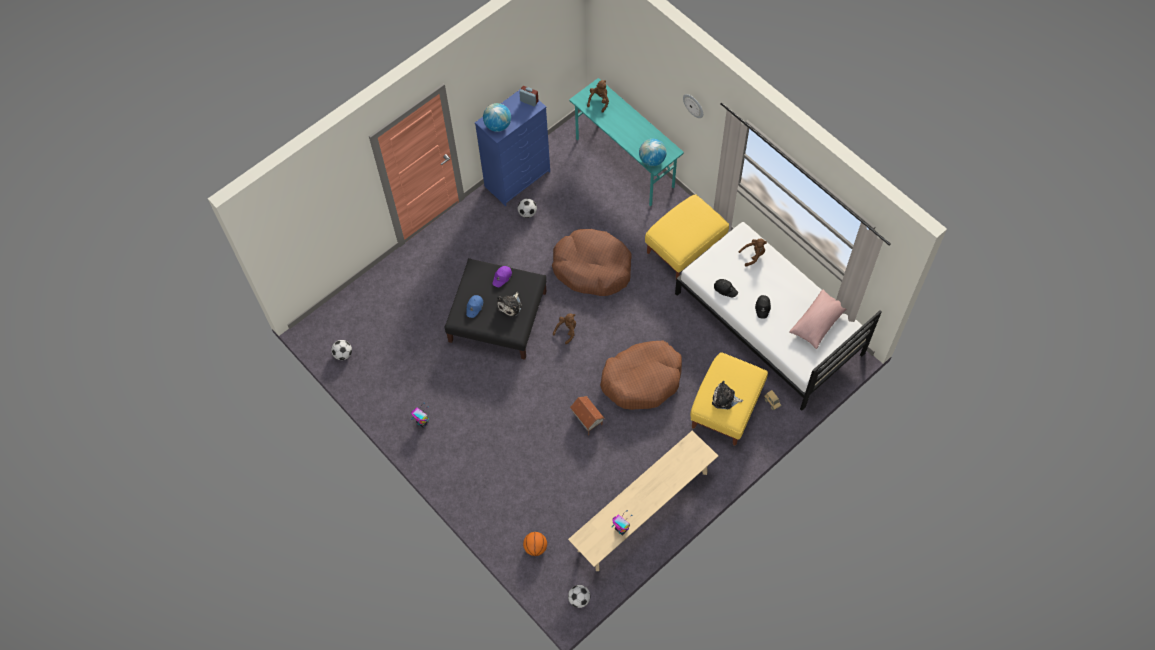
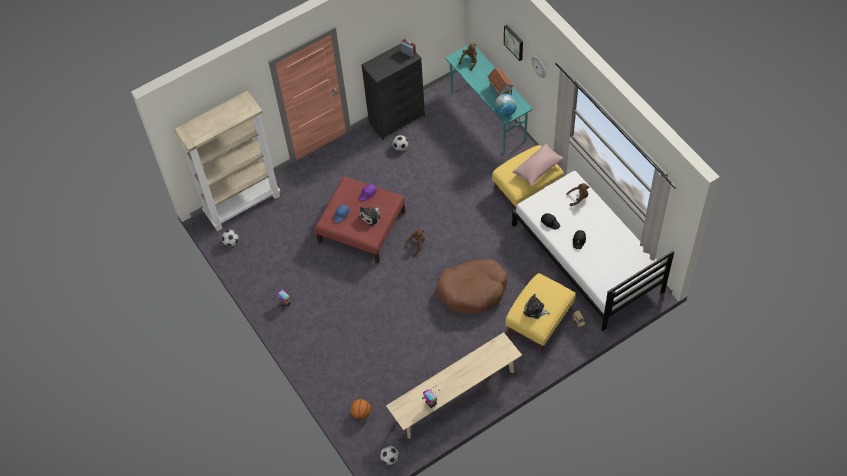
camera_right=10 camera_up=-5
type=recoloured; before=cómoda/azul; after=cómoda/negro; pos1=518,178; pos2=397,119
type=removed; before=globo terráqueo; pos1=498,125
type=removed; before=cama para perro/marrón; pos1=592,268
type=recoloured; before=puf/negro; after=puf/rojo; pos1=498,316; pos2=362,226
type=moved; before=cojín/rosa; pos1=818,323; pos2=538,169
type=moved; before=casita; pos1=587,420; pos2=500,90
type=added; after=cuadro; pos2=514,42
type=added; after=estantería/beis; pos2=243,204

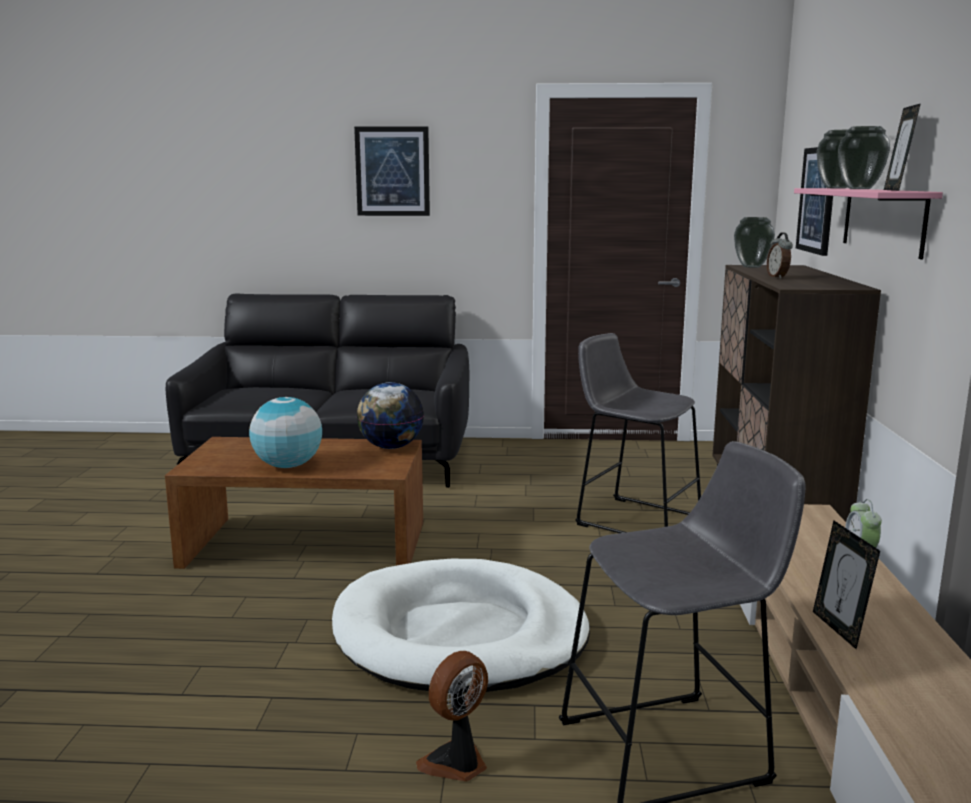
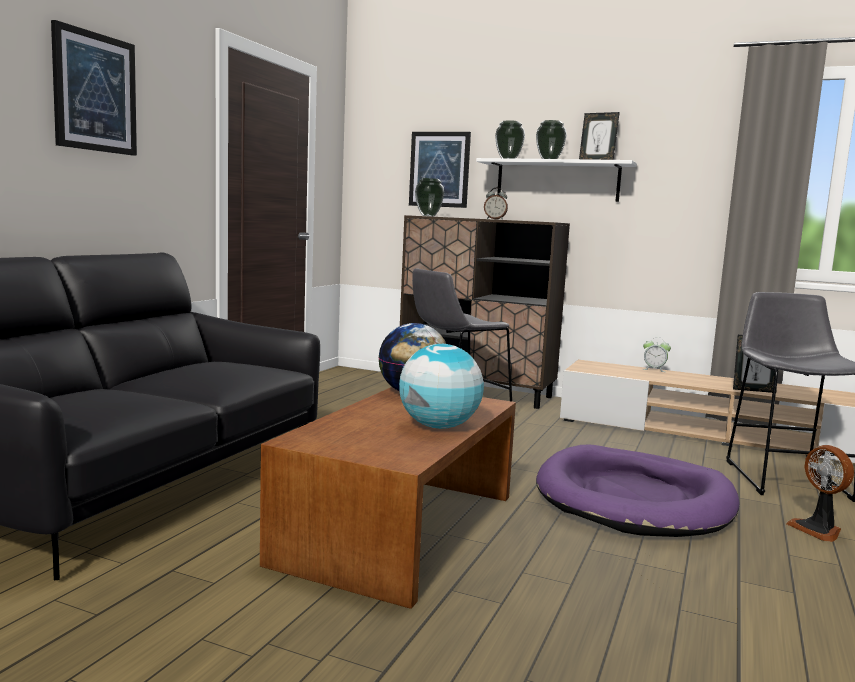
camera_right=-70 camera_up=-5
type=recoloured; before=estante/rosa; after=estante/blanco; pos1=883,220; pos2=557,181
type=recoloured; before=cama para perro/blanco; after=cama para perro/morado; pos1=460,634; pos2=634,499

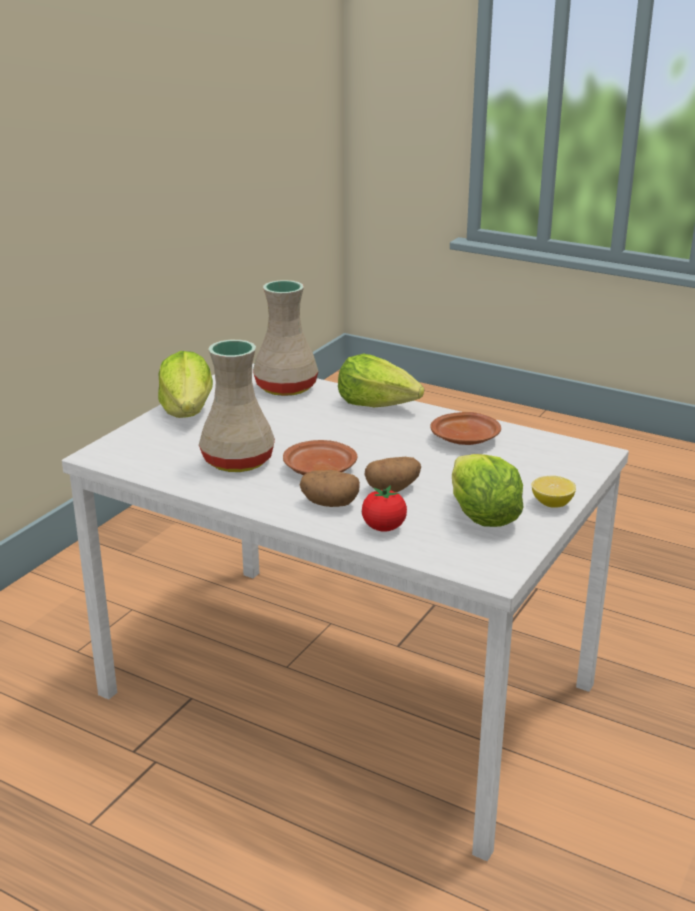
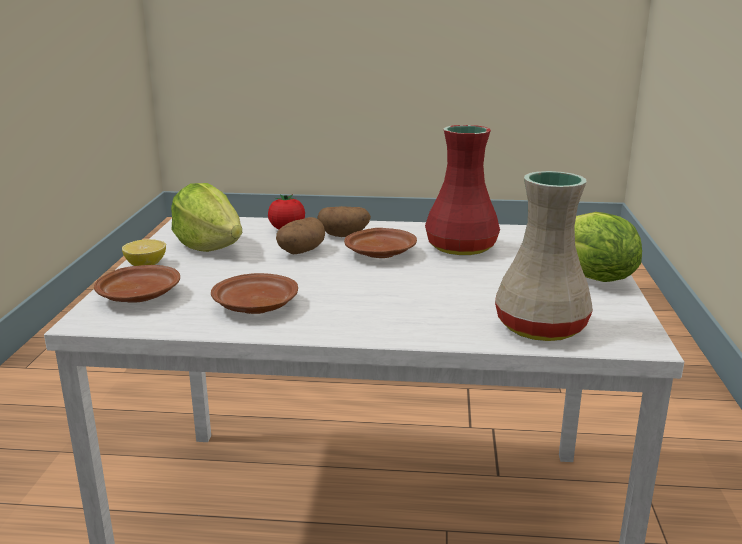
camera_right=155 camera_up=-5
type=recoloured; before=florero/beis; after=florero/rojo; pos1=238,462; pos2=459,247
type=removed; before=lechuga; pos1=378,404
type=added; after=plato/marrón; pos2=140,296

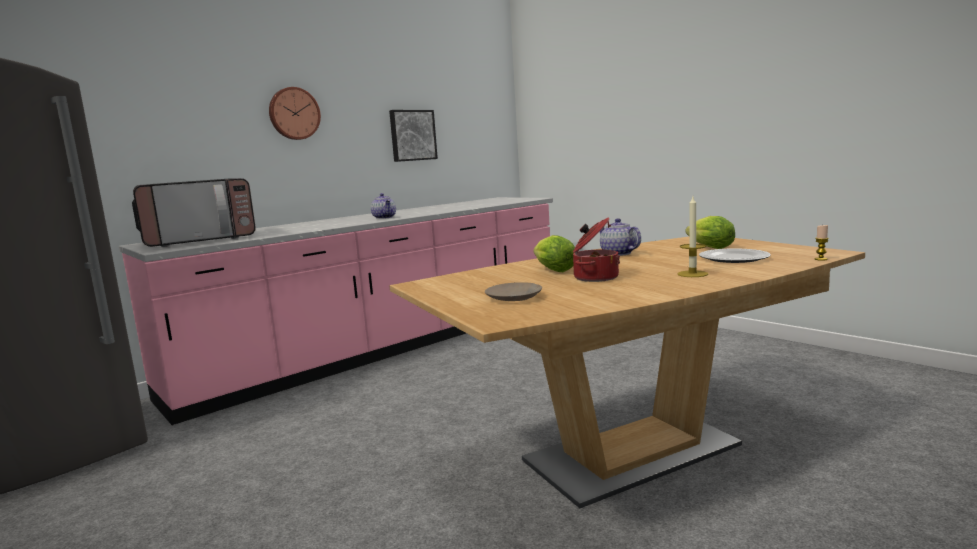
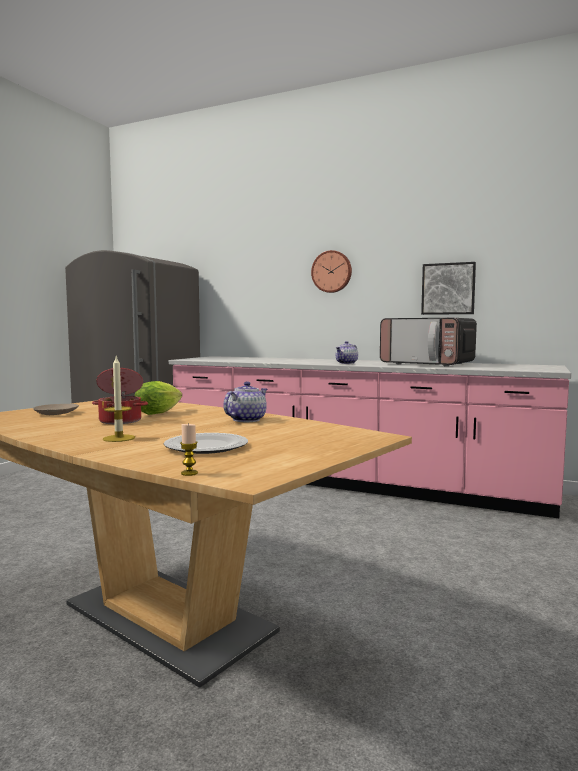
camera_right=65 camera_up=-5
type=moved; before=microondas; pos1=200,240; pos2=428,364
type=removed; before=lechuga; pos1=708,247

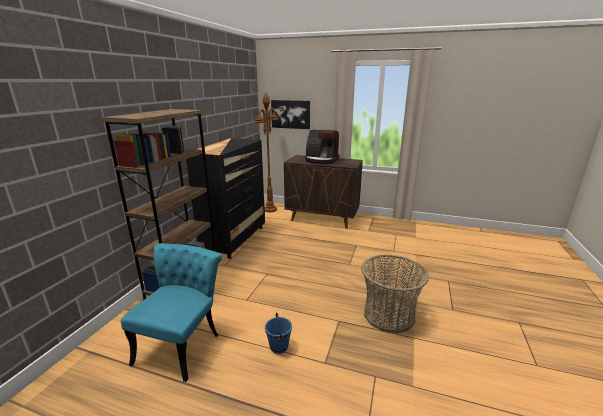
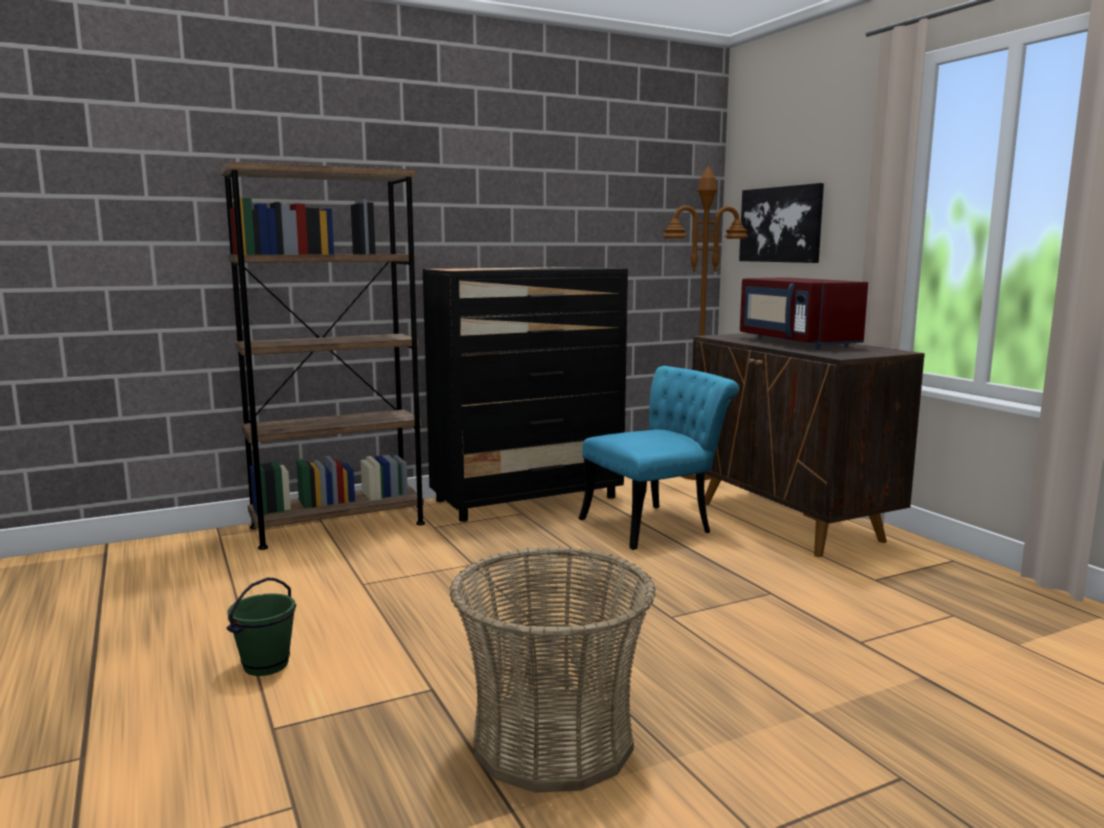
camera_right=45 camera_up=-10
type=replaced; before=cafetera; after=microondas/rojo; pos1=321,160; pos2=795,342
type=moved; before=silla/turquesa; pos1=183,343; pos2=656,524
type=recoloured; before=cubo/azul; after=cubo/verde; pos1=278,347; pos2=265,665

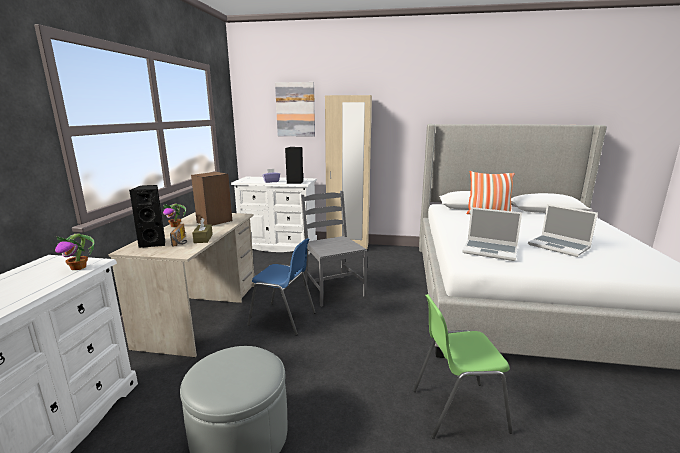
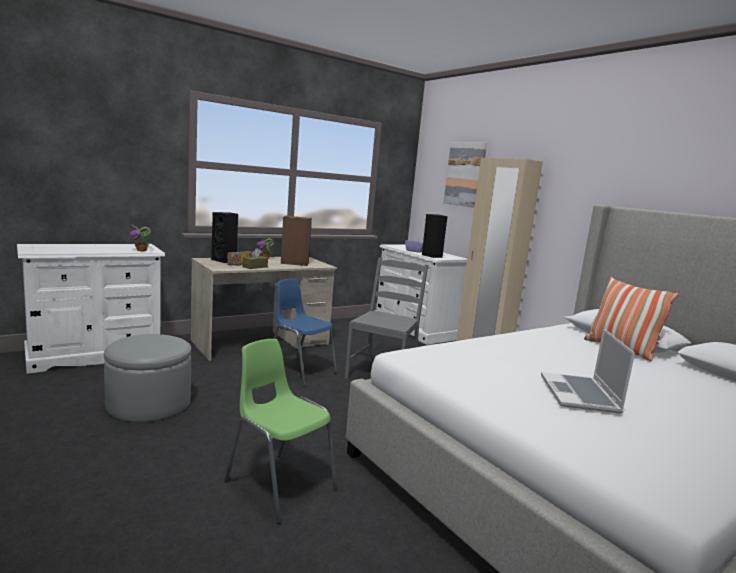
camera_right=45 camera_up=-5
type=removed; before=portátil; pos1=490,251
type=turned; before=silla/azul; pos1=283,319; pos2=300,371; turn=150

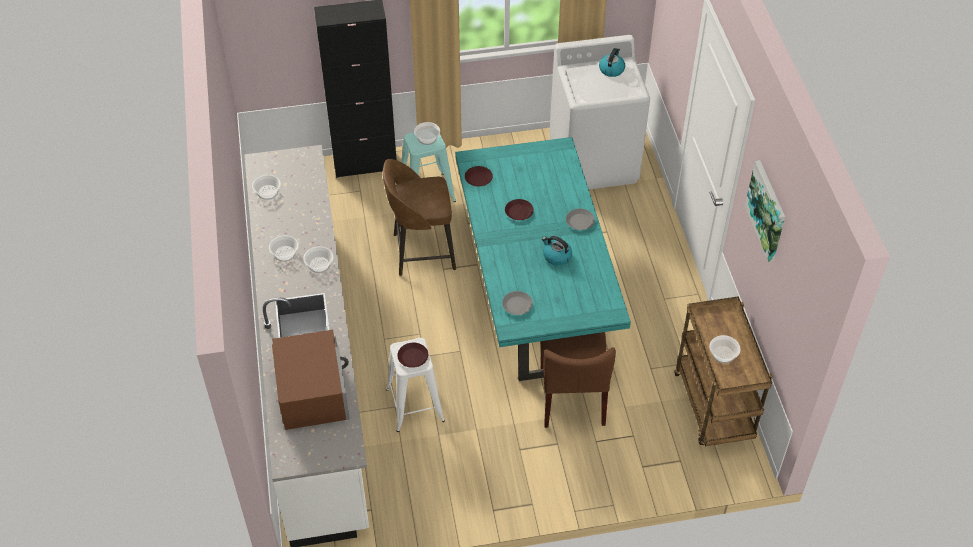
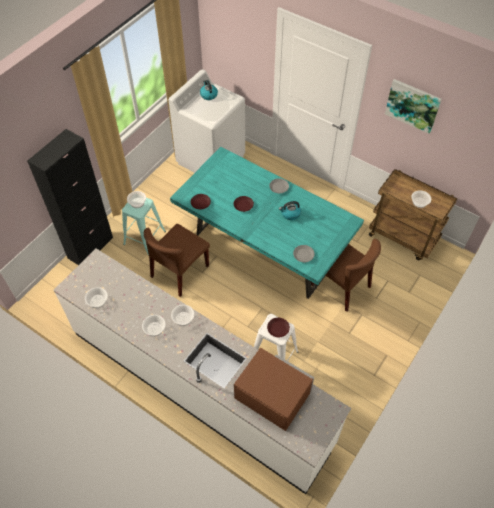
camera_right=-45 camera_up=5
type=replaced; before=taburete/marrón; after=silla/marrón; pos1=421,251; pos2=180,272

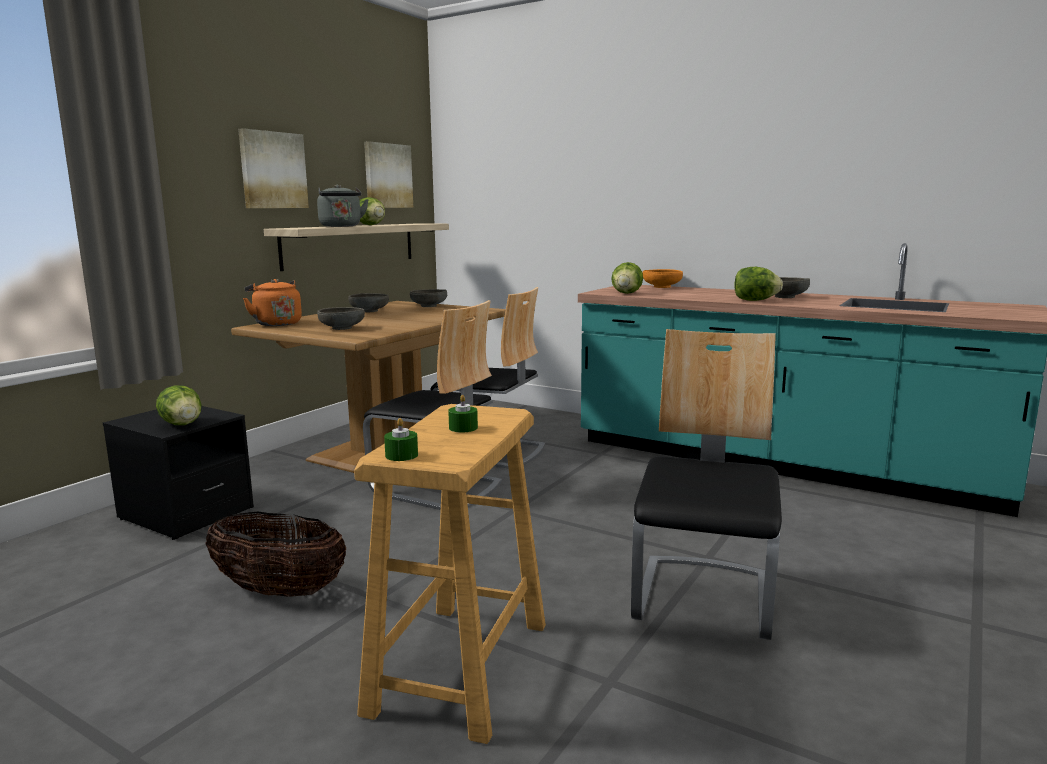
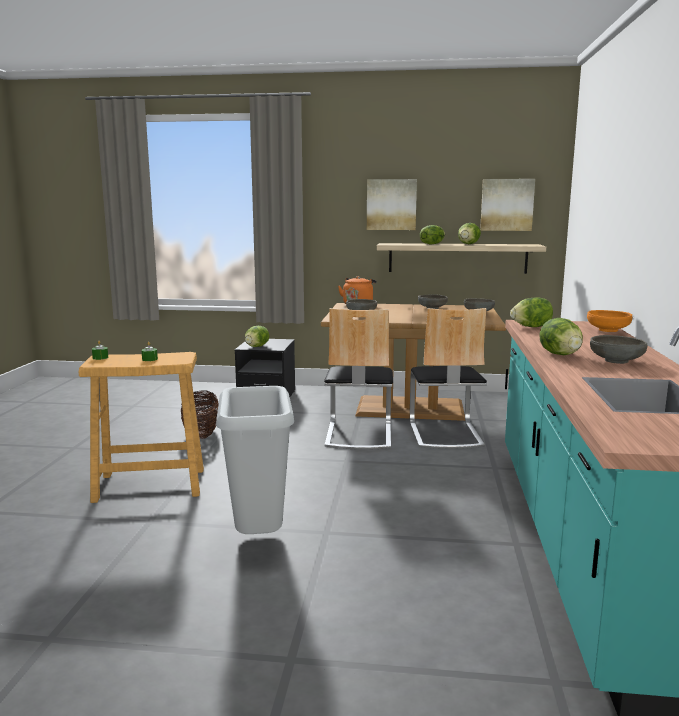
camera_right=65 camera_up=0
type=replaced; before=hervidor/gris; after=lechuga; pos1=341,226; pos2=432,244
type=replaced; before=silla; after=papelera/gris; pos1=704,598; pos2=260,537

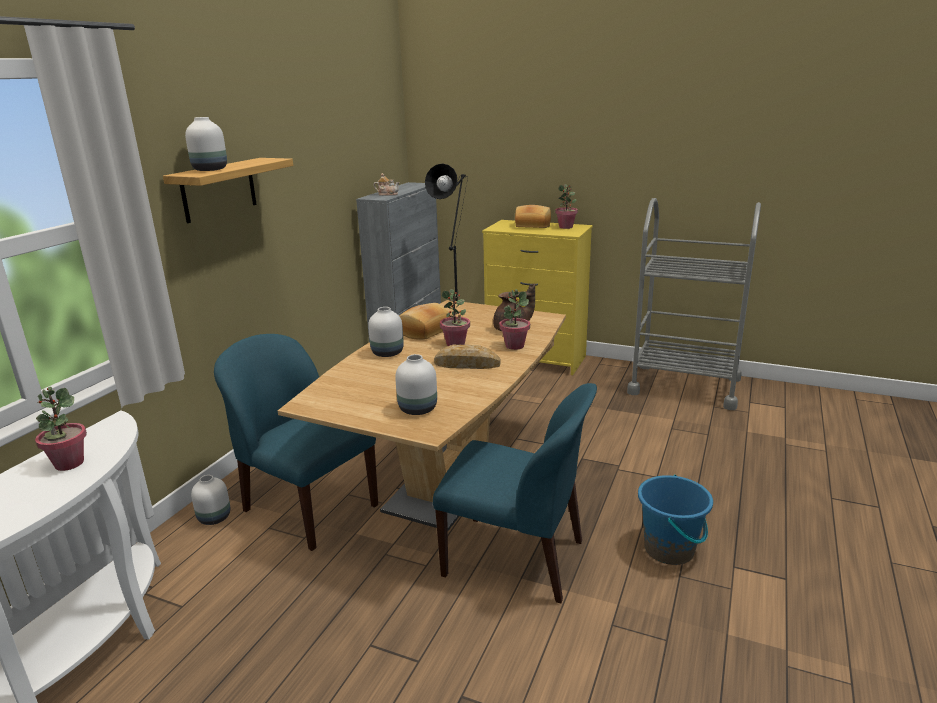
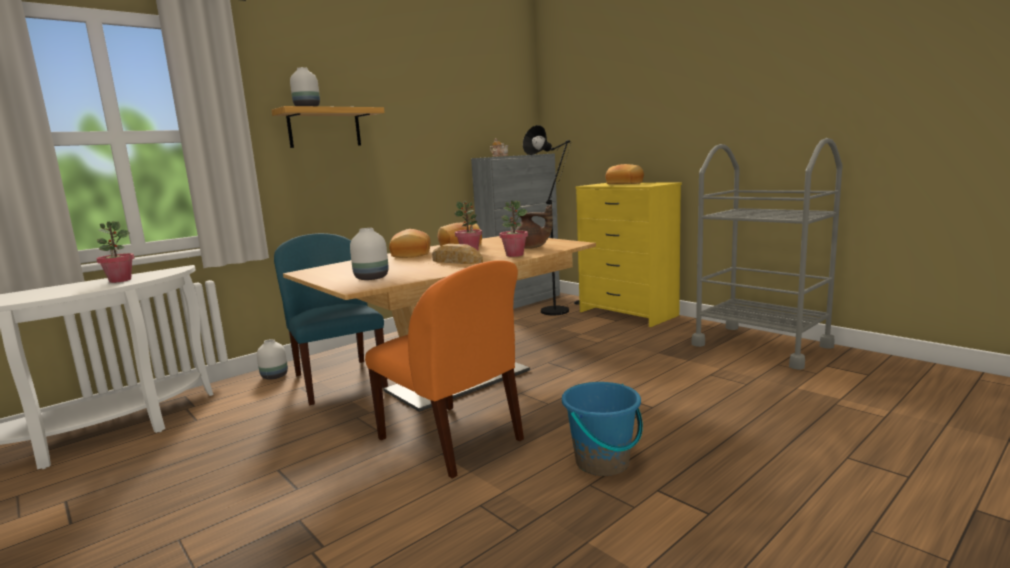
camera_right=25 camera_up=-10
type=removed; before=planta en maceta; pos1=566,227
type=replaced; before=florero/blanco; after=pan; pos1=386,353; pos2=410,254
type=recoloured; before=silla/azul; after=silla/naranja; pos1=517,559; pos2=452,440

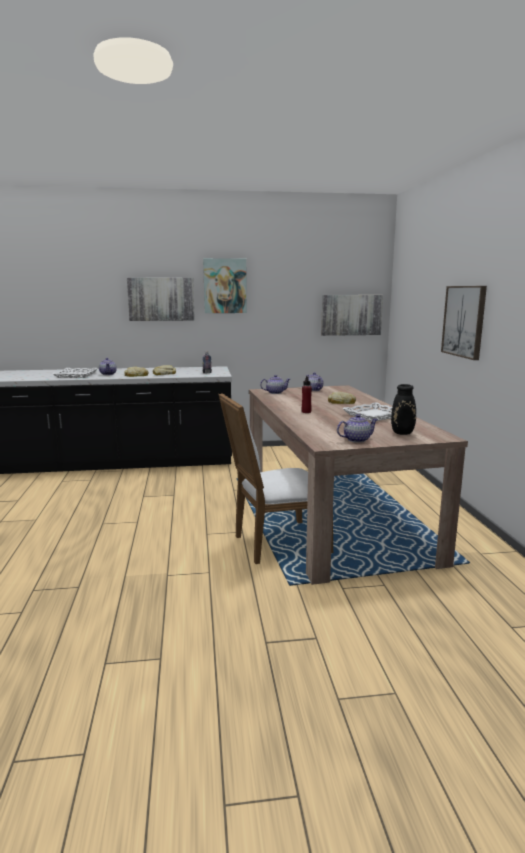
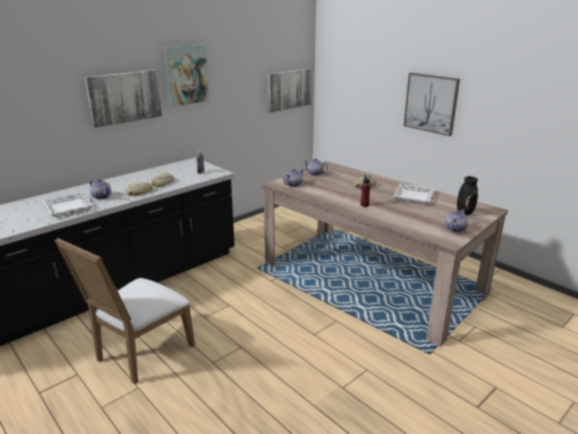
camera_right=-35 camera_up=10
type=moved; before=silla/blanco; pos1=275,544; pos2=140,354

